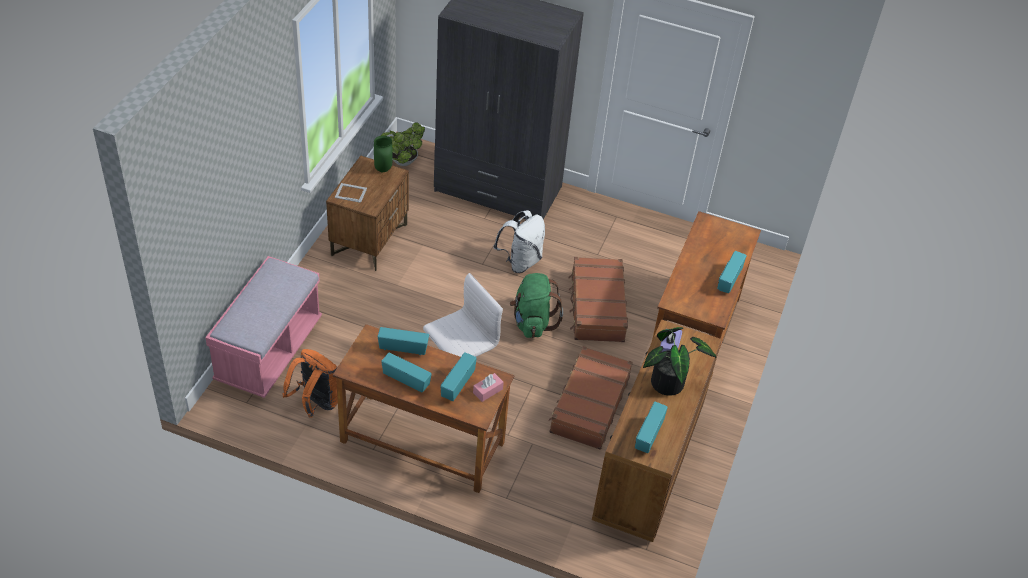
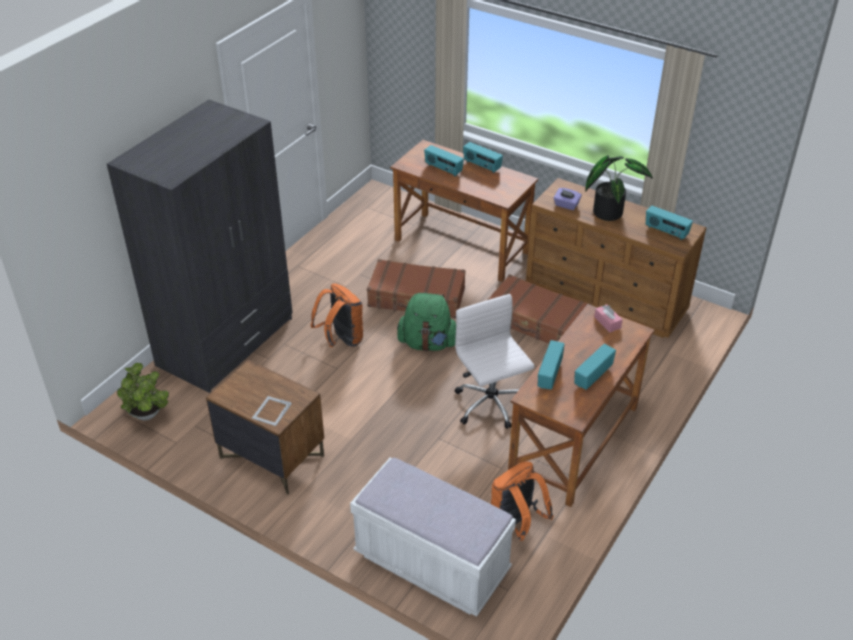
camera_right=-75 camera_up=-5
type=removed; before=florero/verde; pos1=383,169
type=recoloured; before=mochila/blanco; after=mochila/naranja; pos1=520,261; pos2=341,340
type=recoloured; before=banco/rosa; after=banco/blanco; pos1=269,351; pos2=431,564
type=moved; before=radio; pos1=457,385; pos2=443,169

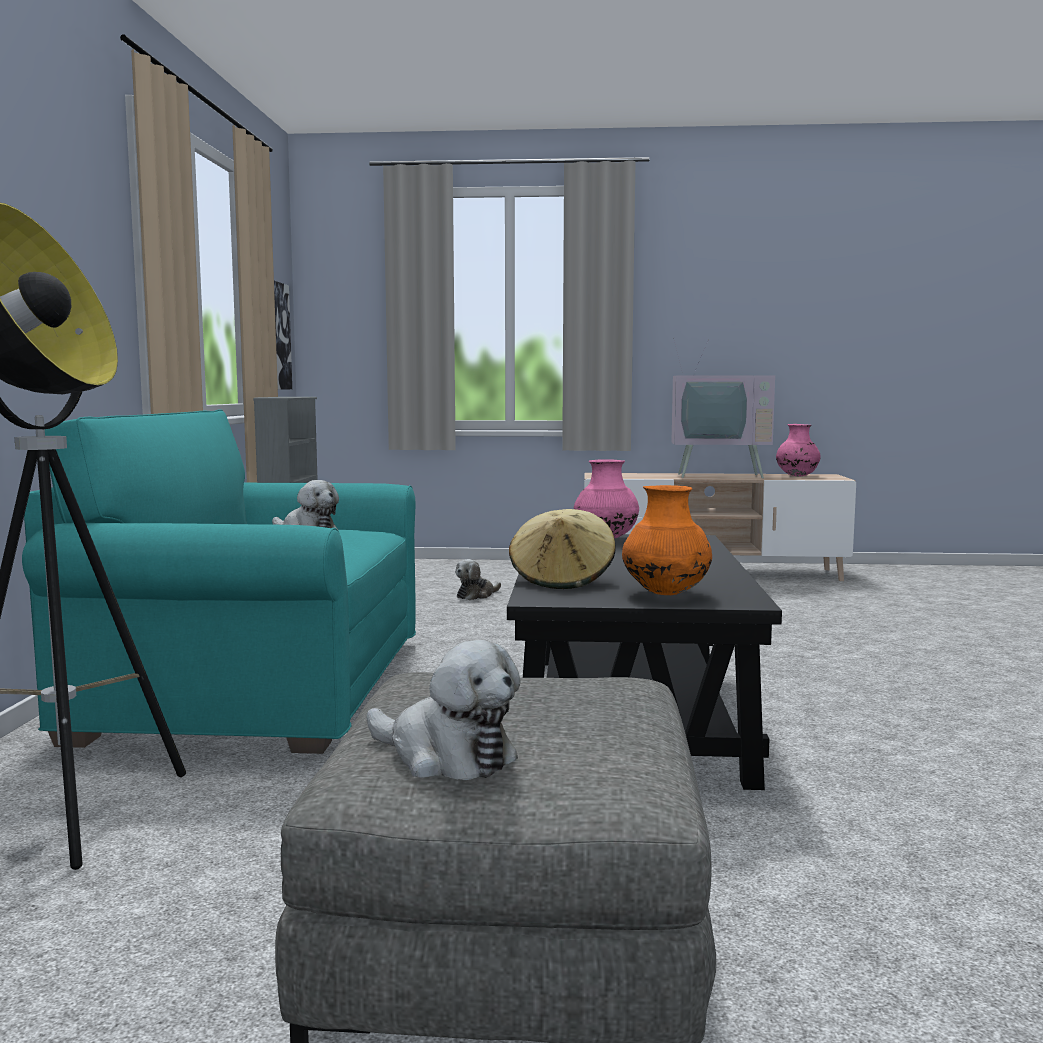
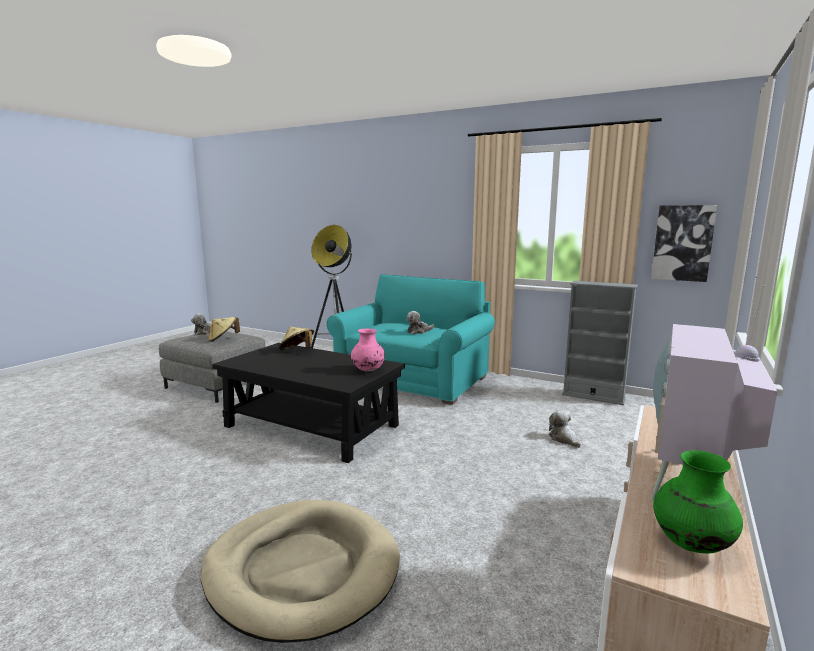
camera_right=115 camera_up=5
type=recoloured; before=florero/rosa; after=florero/verde; pos1=797,476; pos2=691,543
type=removed; before=florero/naranja; pos1=666,594
type=added; after=sombrero/beis; pos2=223,339
type=added; after=cama para perro/beis; pos2=302,570

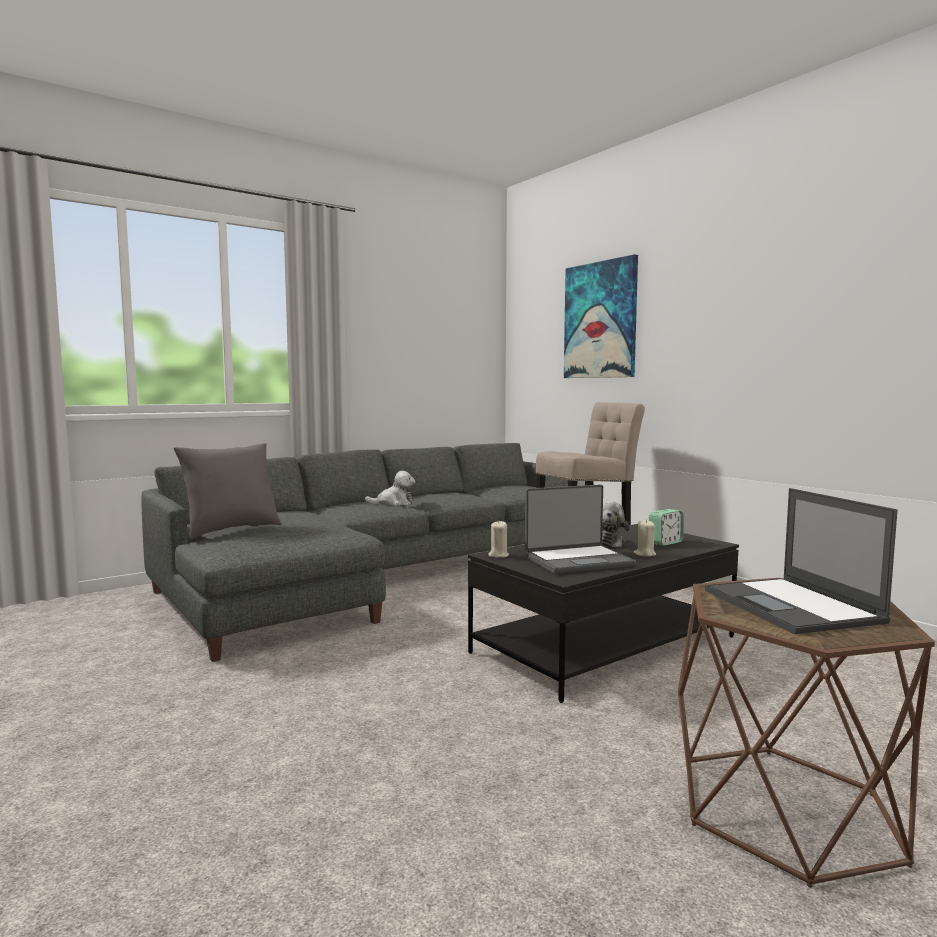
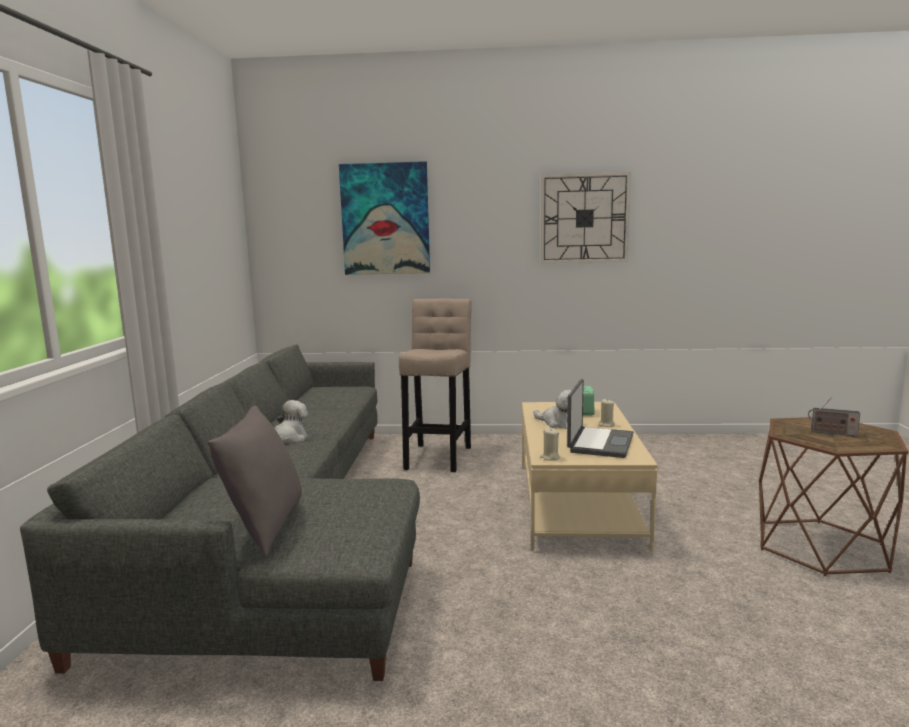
camera_right=-50 camera_up=5
type=replaced; before=portátil; after=radio; pos1=792,606; pos2=831,433
type=recoloured; before=mesa de centro/negro; after=mesa de centro/beis; pos1=605,644; pos2=577,503
type=added; after=reloj de pared; pos2=584,218

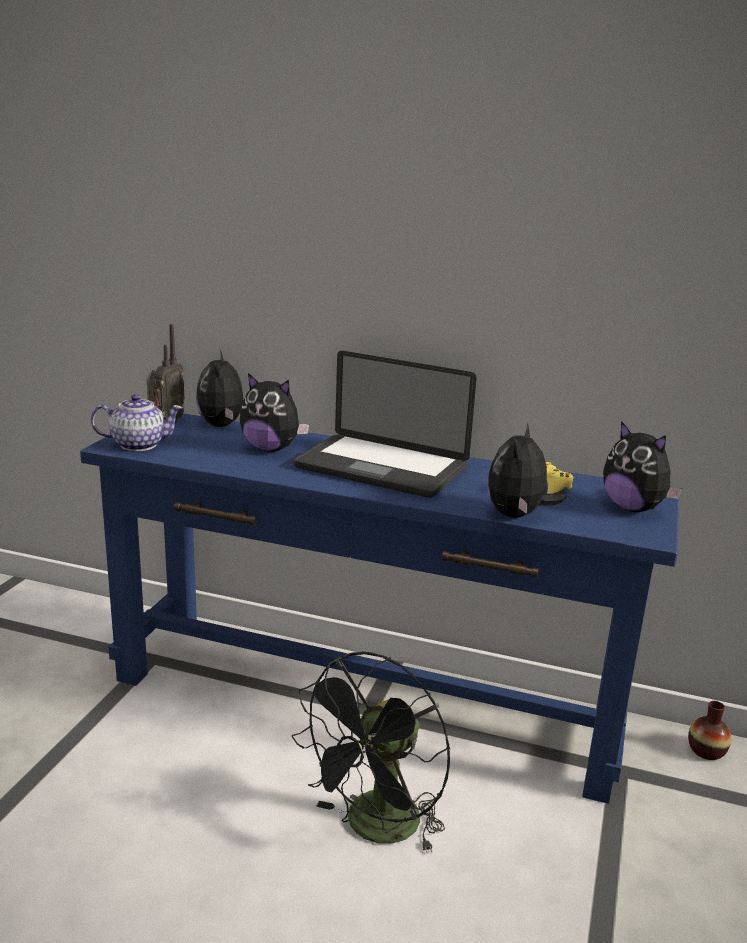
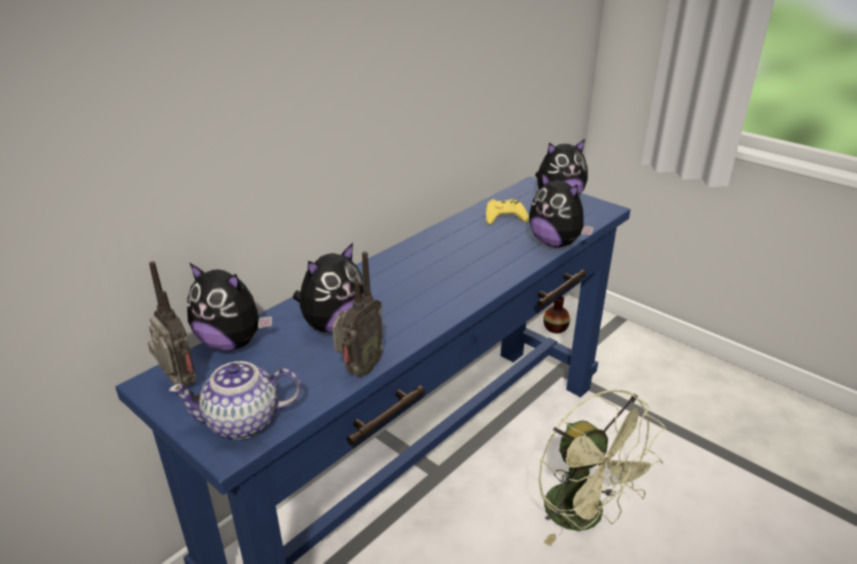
camera_right=-65 camera_up=10
type=removed; before=portátil; pos1=381,468
type=turned; before=tetera; pos1=138,444; pos2=244,422; turn=-120
type=recoloured; before=ventilador/negro; after=ventilador/verde; pos1=375,830; pos2=584,517
type=added; after=radio; pos2=358,370

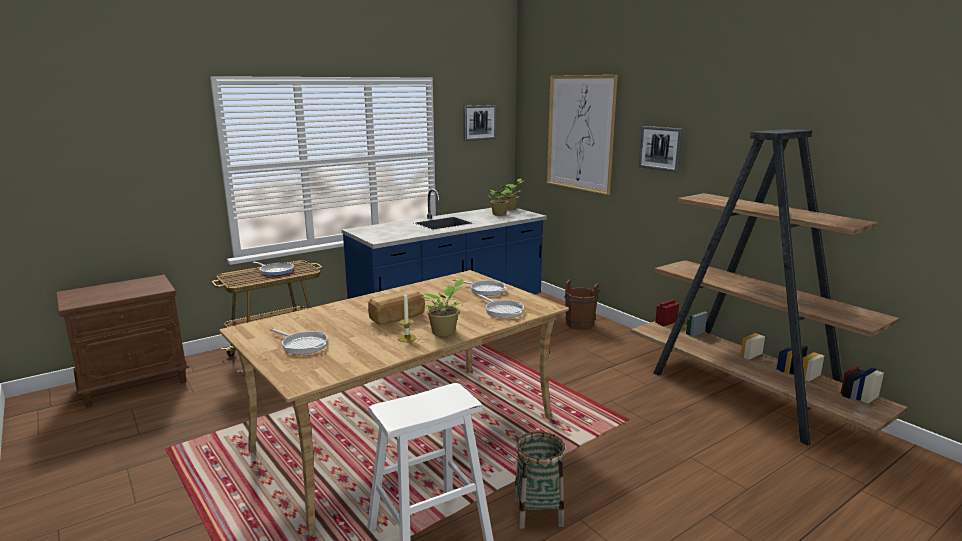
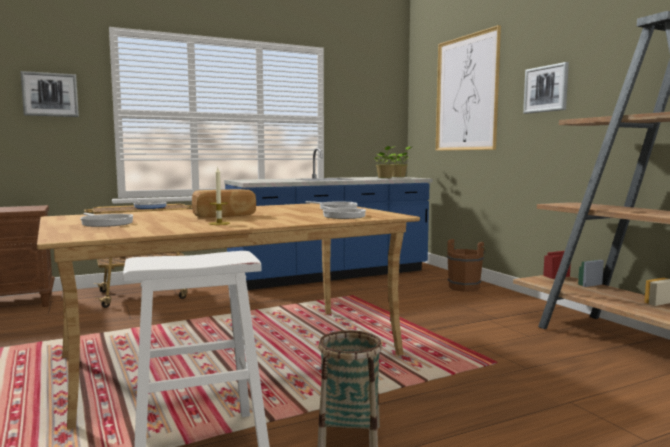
camera_right=10 camera_up=-10
type=moved; before=cuadro; pos1=479,122; pos2=50,94
type=removed; before=planta en maceta; pos1=445,332

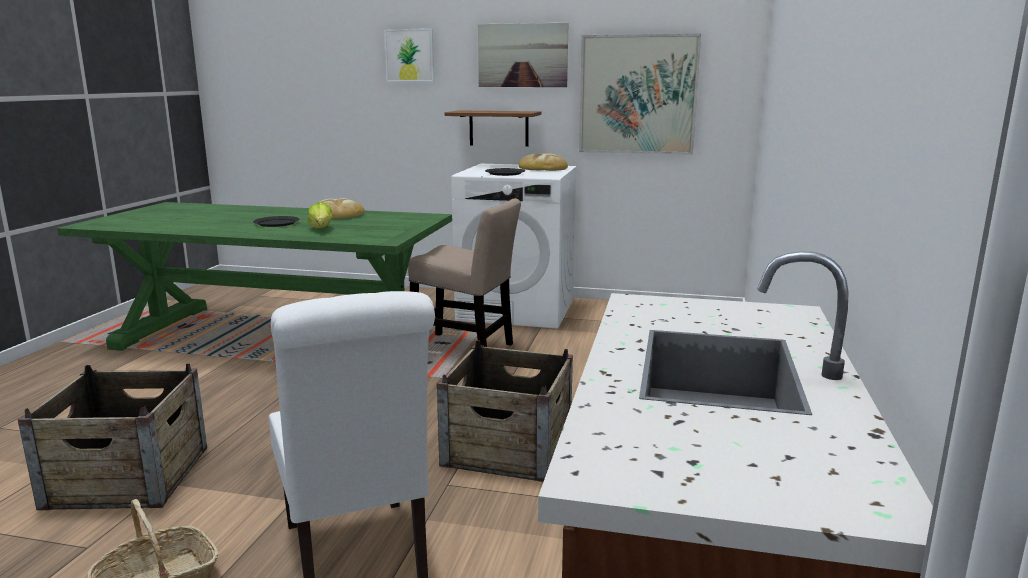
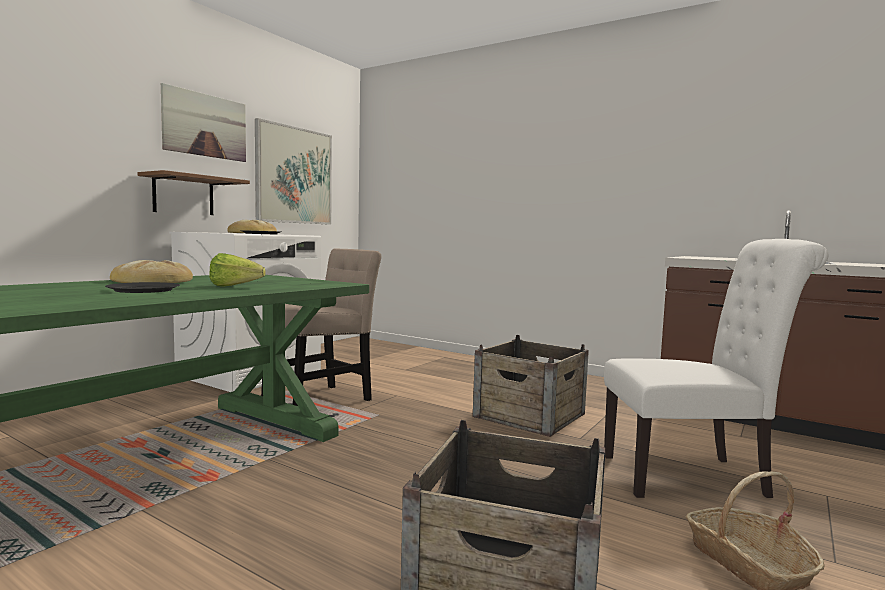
camera_right=-70 camera_up=-10
type=removed; before=cuadro; pos1=409,55

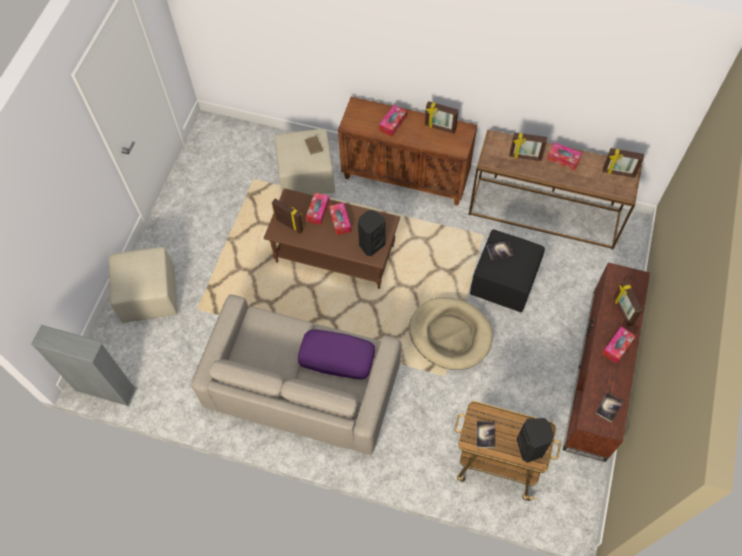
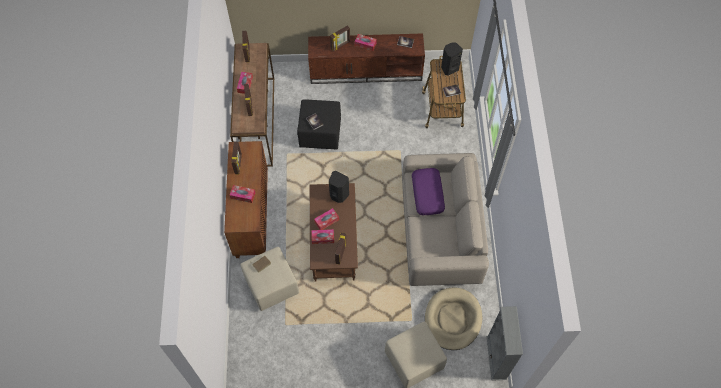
camera_right=-110 camera_up=0
type=moved; before=cama para perro/beis; pos1=450,334; pos2=452,319

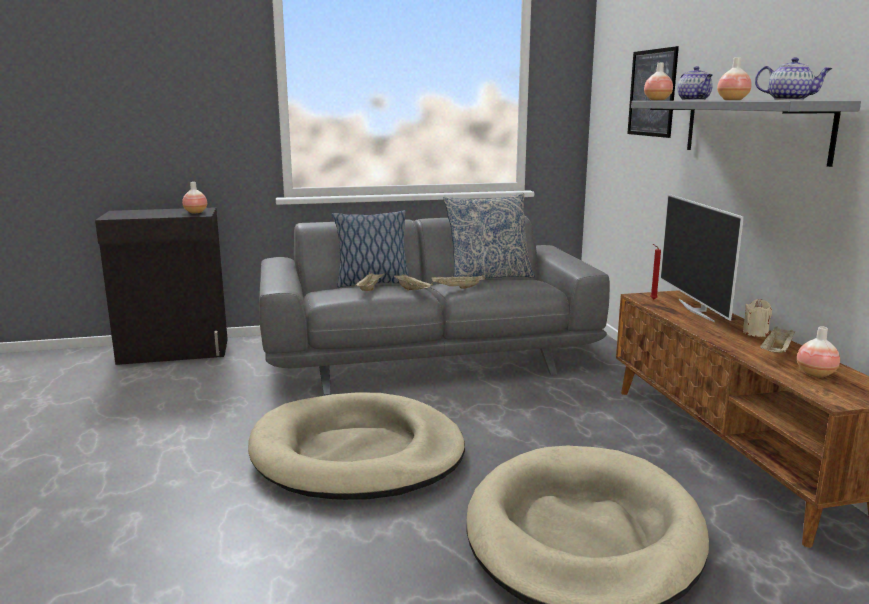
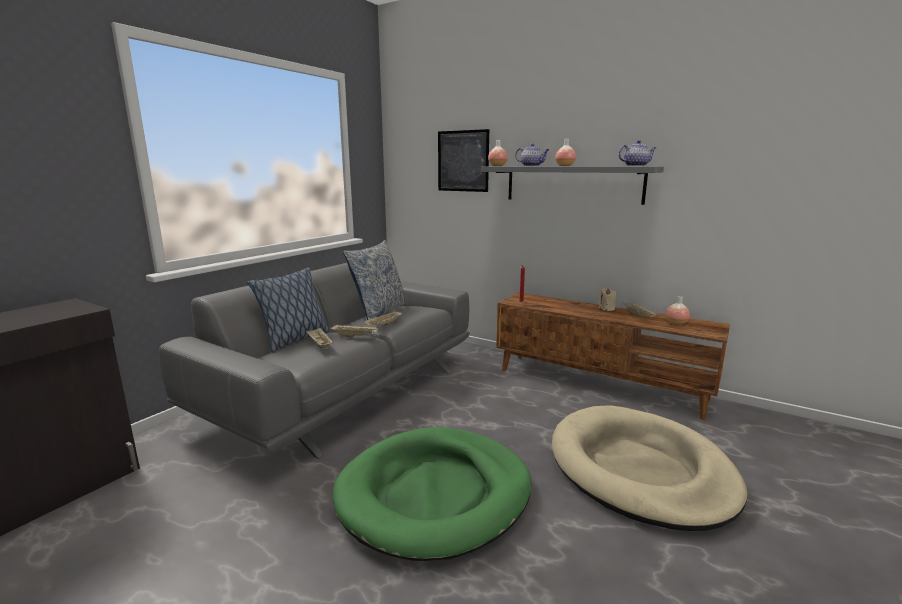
camera_right=-45 camera_up=0
type=removed; before=florero; pos1=195,212
type=removed; before=televisor; pos1=697,310
type=recoloured; before=cama para perro/beis; after=cama para perro/verde; pos1=357,454; pos2=435,494

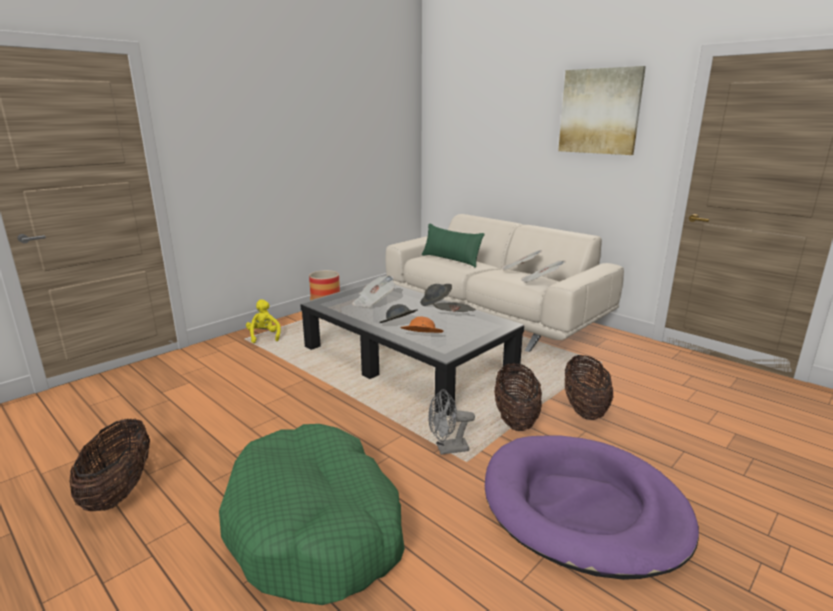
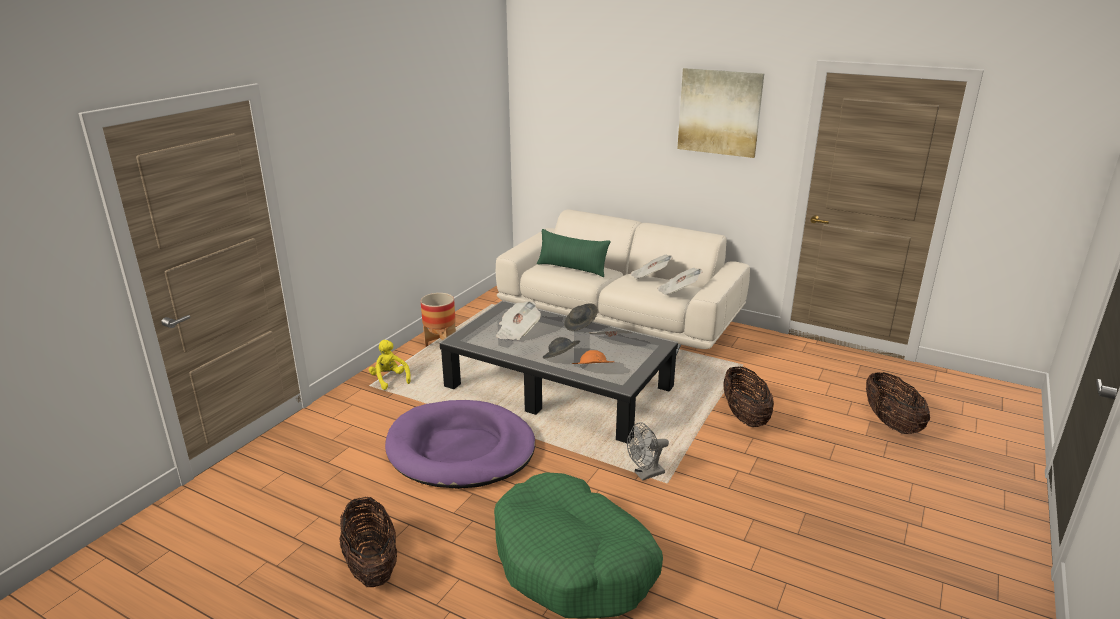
camera_right=-15 camera_up=5
type=moved; before=cesta; pos1=515,419; pos2=891,423
type=moved; before=cama para perro/morado; pos1=583,508; pos2=461,449

